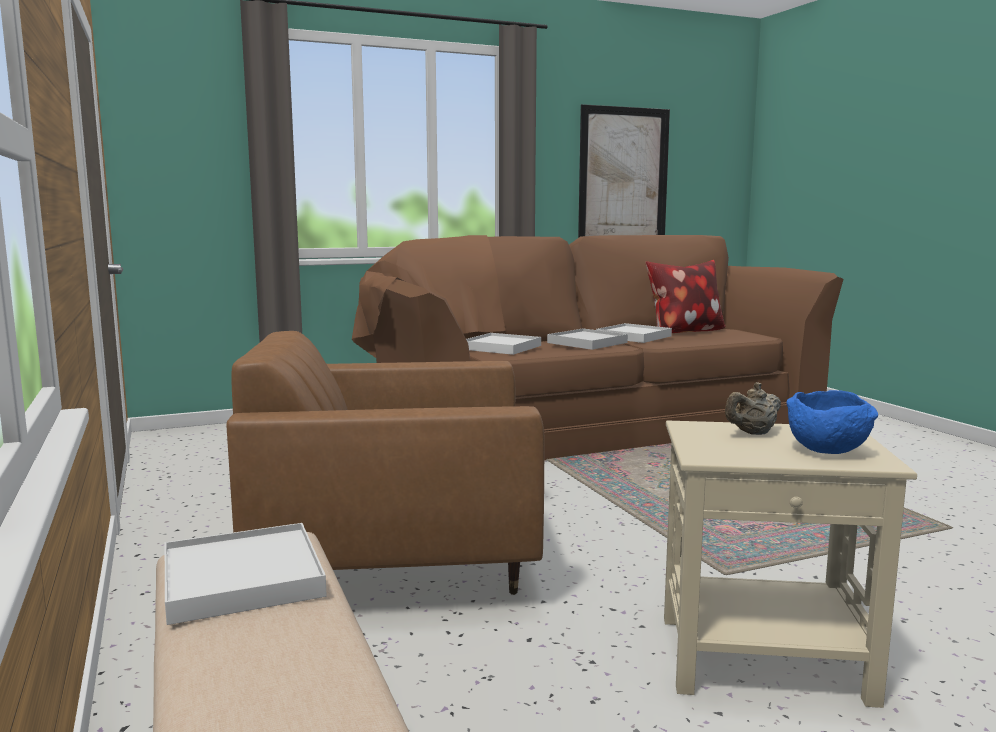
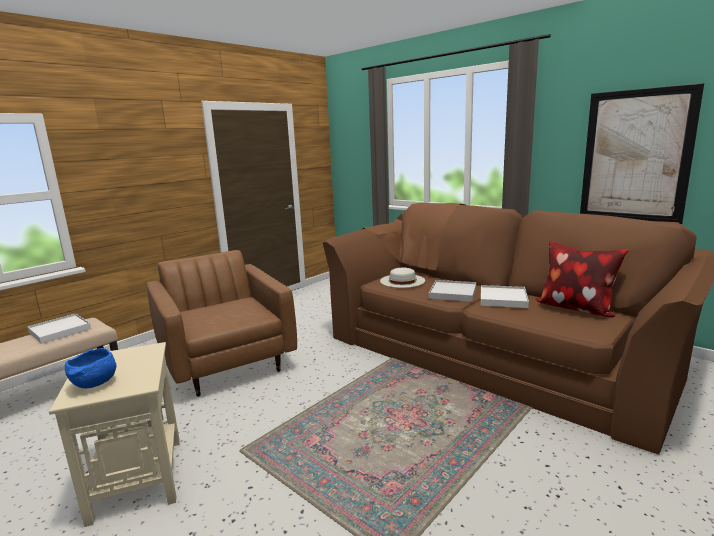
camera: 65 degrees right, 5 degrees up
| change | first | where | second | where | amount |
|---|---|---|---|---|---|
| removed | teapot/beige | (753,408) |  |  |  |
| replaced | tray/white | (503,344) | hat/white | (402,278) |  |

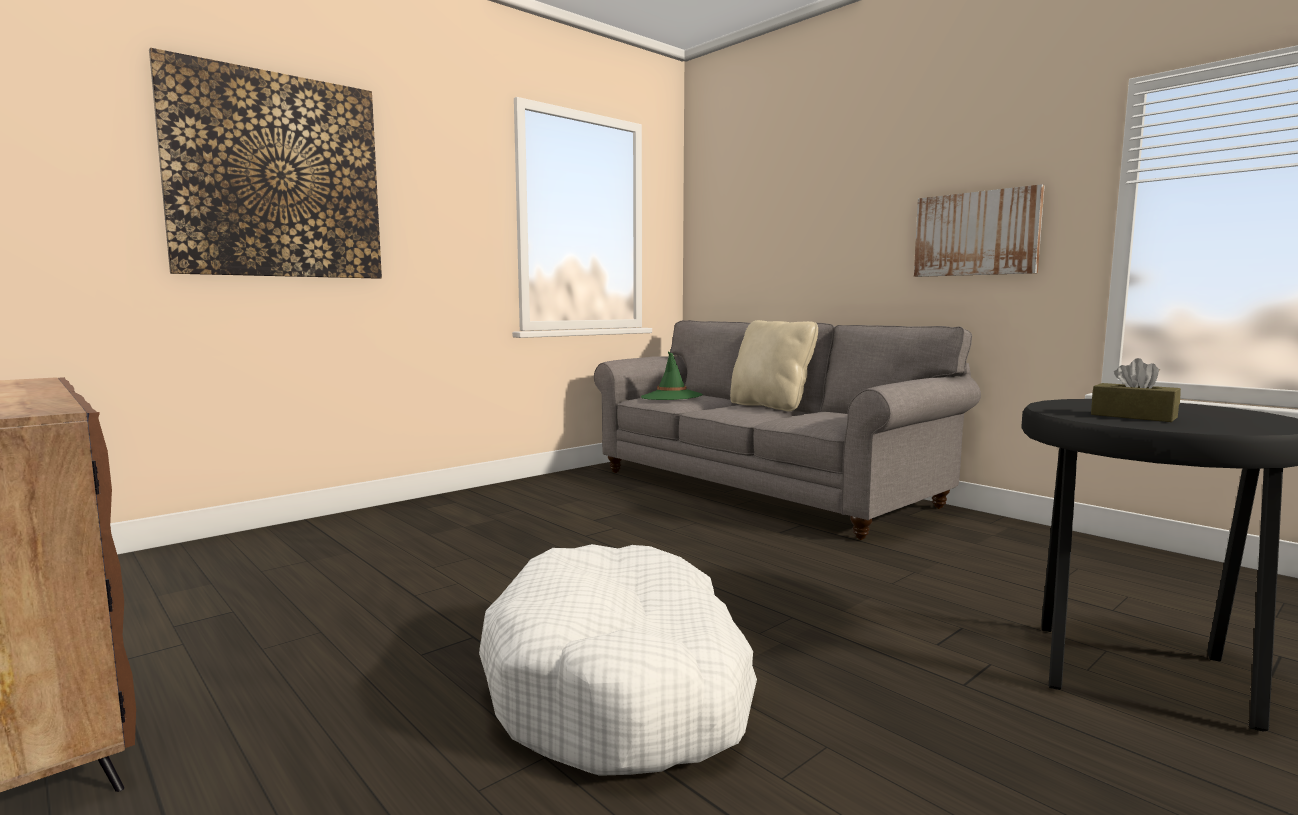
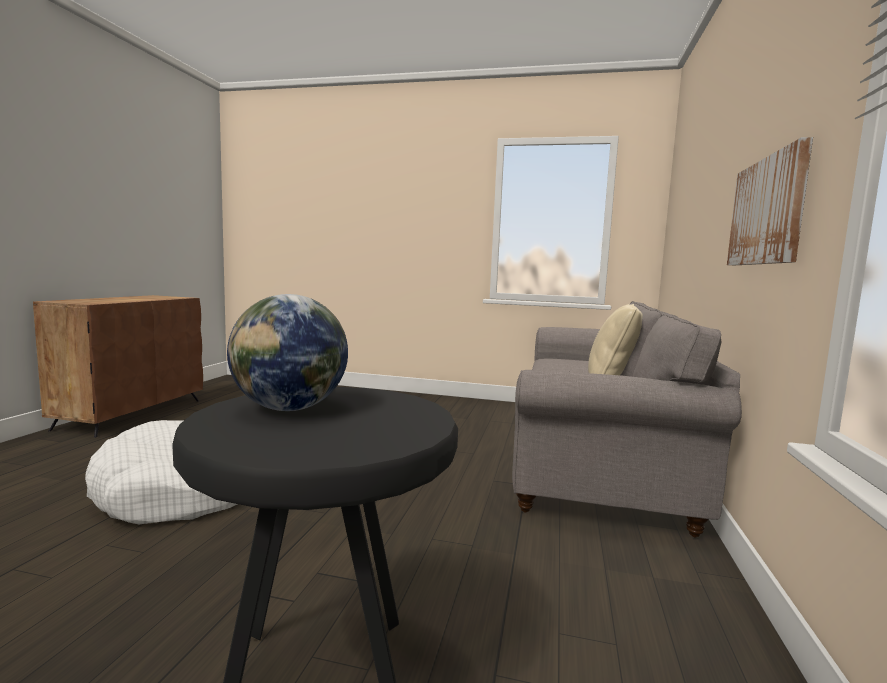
camera: 55 degrees right, 0 degrees up
| change | first | where | second | where | amount |
|---|---|---|---|---|---|
| removed | picture | (265,163) |  |  |  |
| removed | hat/green | (672,376) |  |  |  |
| replaced | tissue box/brown | (1136,390) | globe | (287,352) |  |

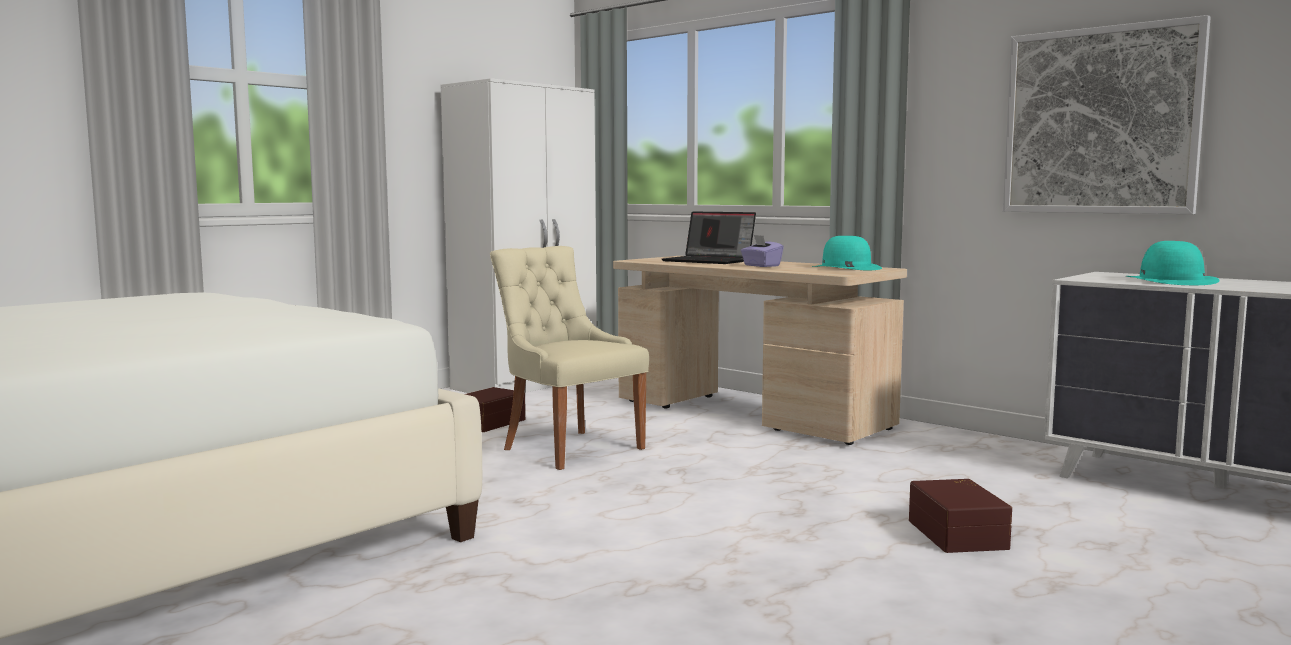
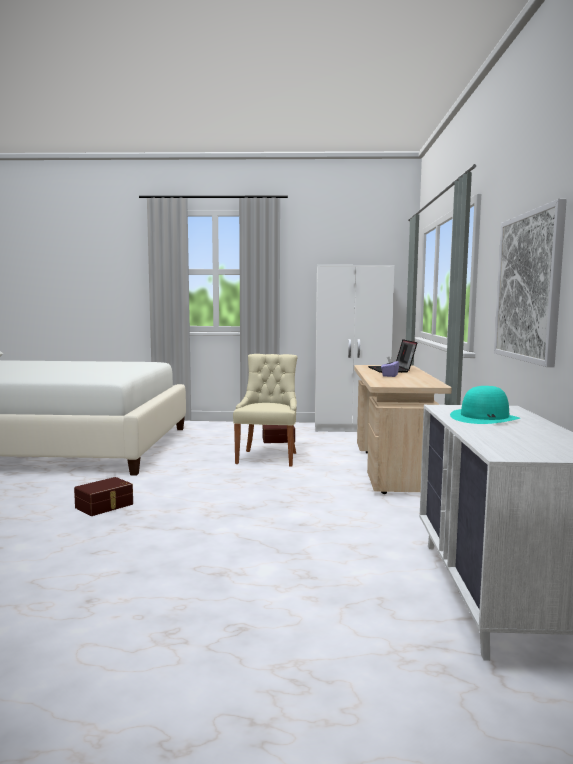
camera: 50 degrees right, 0 degrees up
| change | first | where | second | where | amount |
|---|---|---|---|---|---|
| removed | hat/turquoise | (847,253) |  |  |  |
| moved | storage box/brown | (960,516) |  | (103,496) |  |

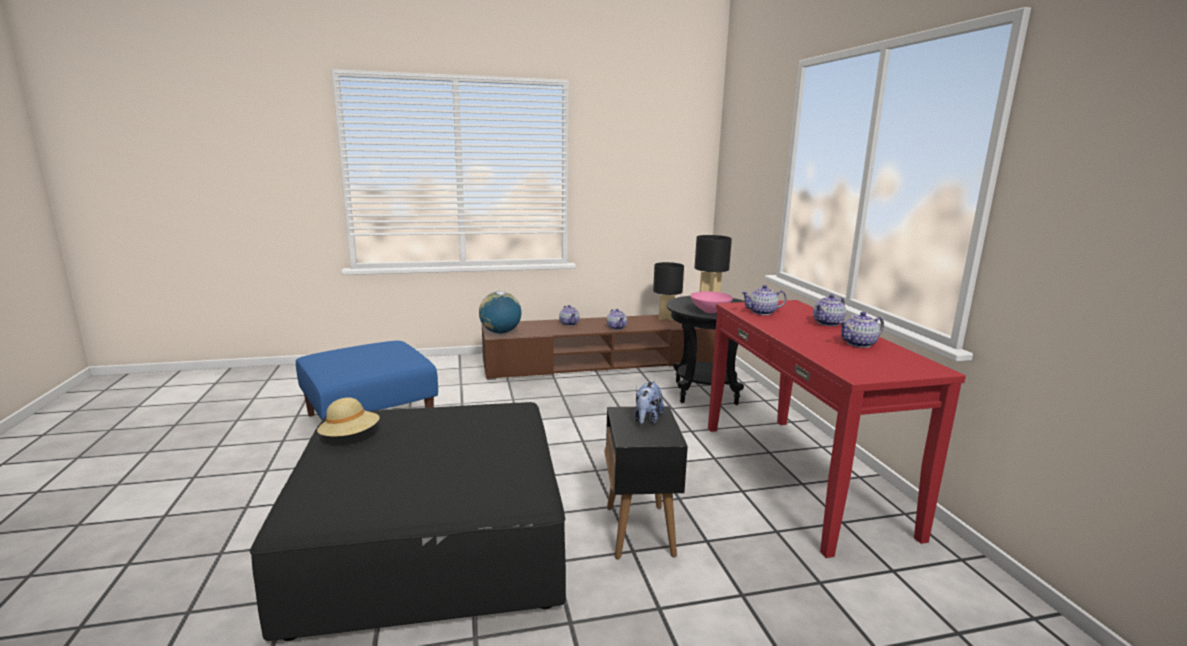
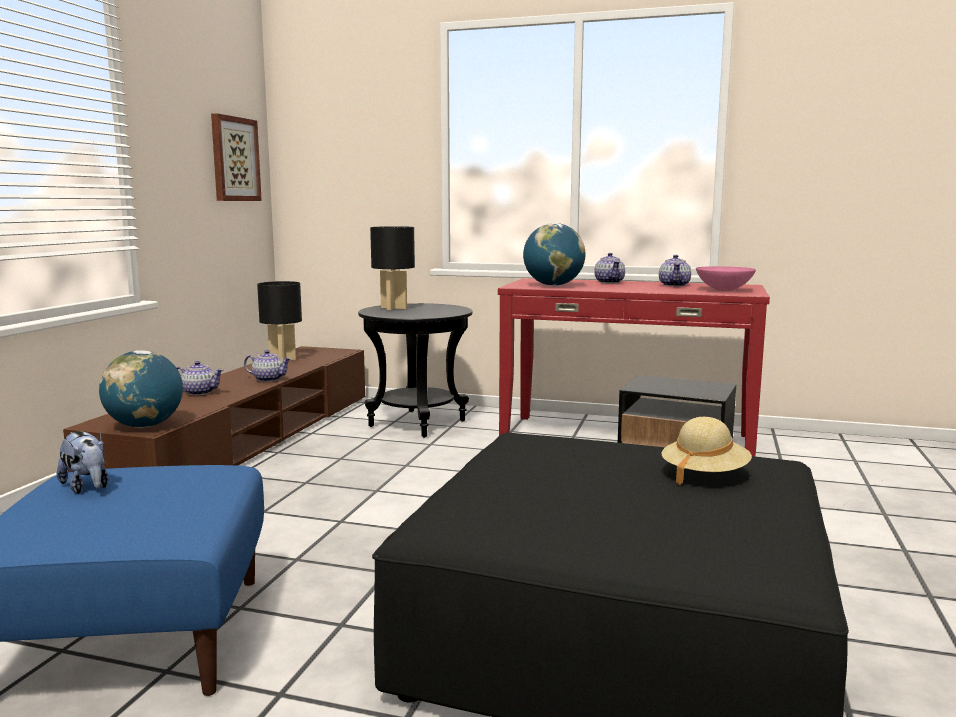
camera: 60 degrees left, 5 degrees down
| change | first | where | second | where | amount |
|---|---|---|---|---|---|
| added |  |  | picture | (236,157) |  |
| moved | hat/beige | (348,417) |  | (706,451) |  |
| moved | plush toy | (649,402) |  | (82,462) |  |
| moved | bowl/pink | (711,302) |  | (726,278) |  |
| replaced | teapot | (764,300) | globe | (554,254) |  |

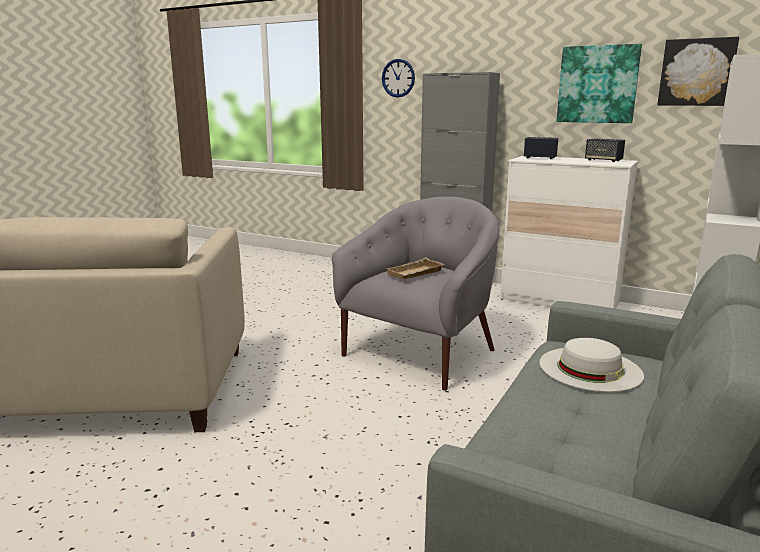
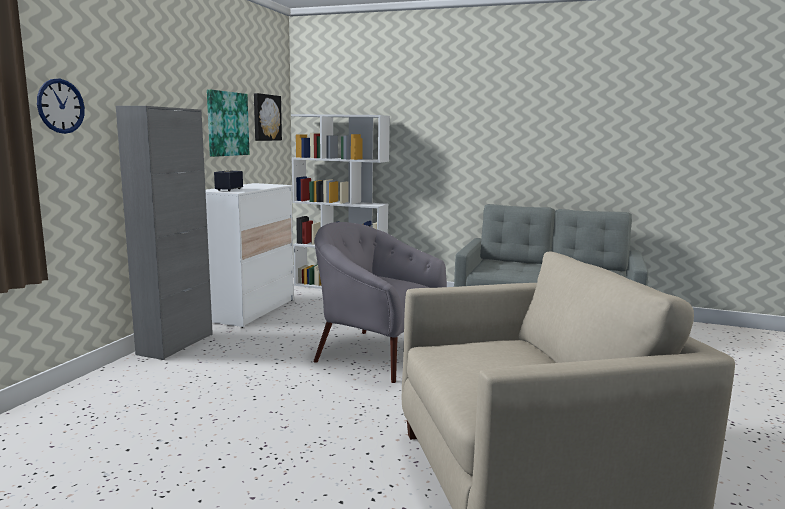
camera: 100 degrees left, 5 degrees down
| change | first | where | second | where | amount |
|---|---|---|---|---|---|
| removed | tray/beige | (415,268) |  |  |  |
| removed | hat/white | (592,365) |  |  |  |
| removed | speaker | (605,150) |  |  |  |

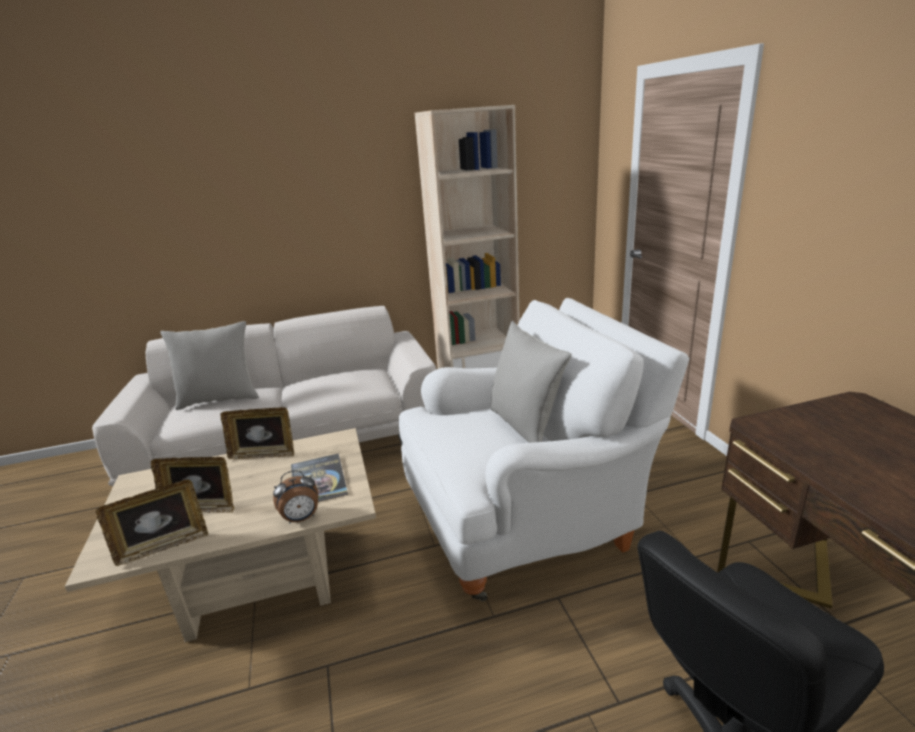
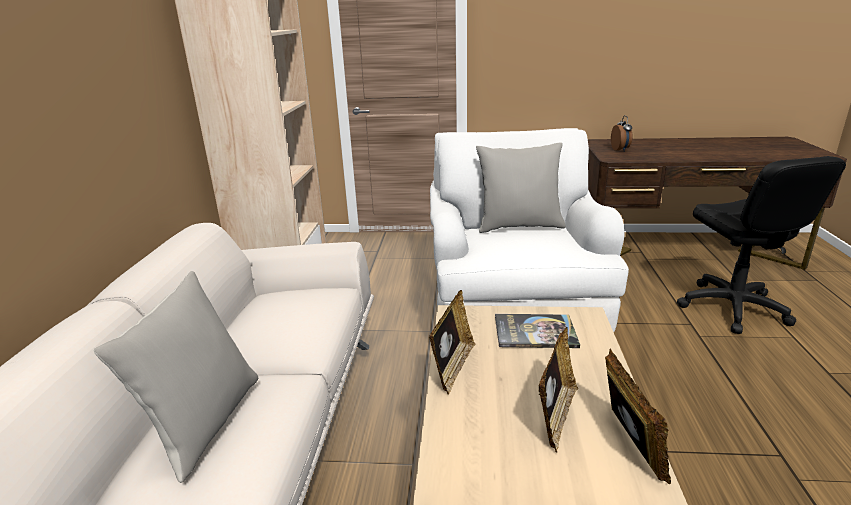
camera: 70 degrees left, 0 degrees up
| change | first | where | second | where | amount |
|---|---|---|---|---|---|
| moved | alarm clock | (295,496) |  | (622,133) |  |

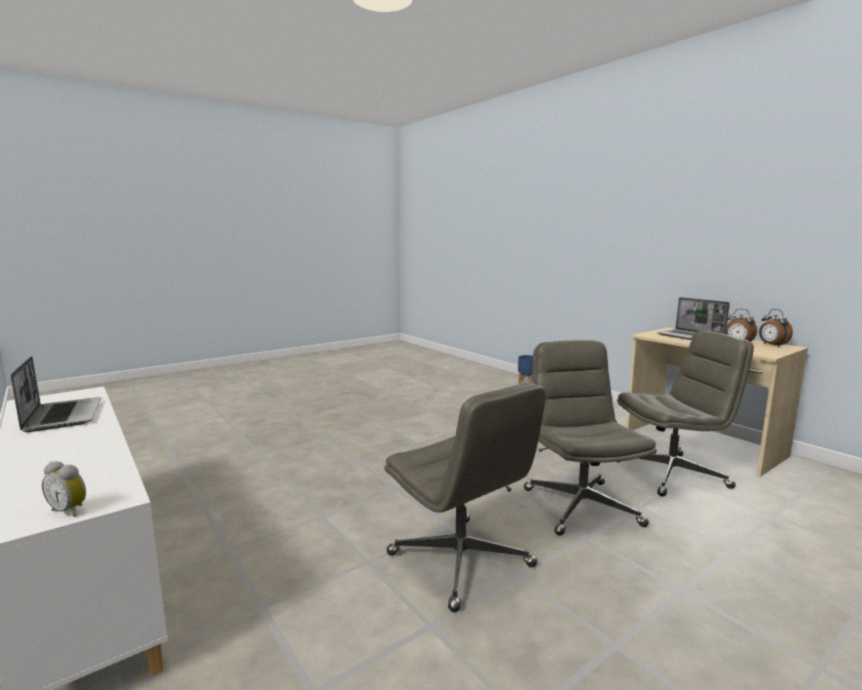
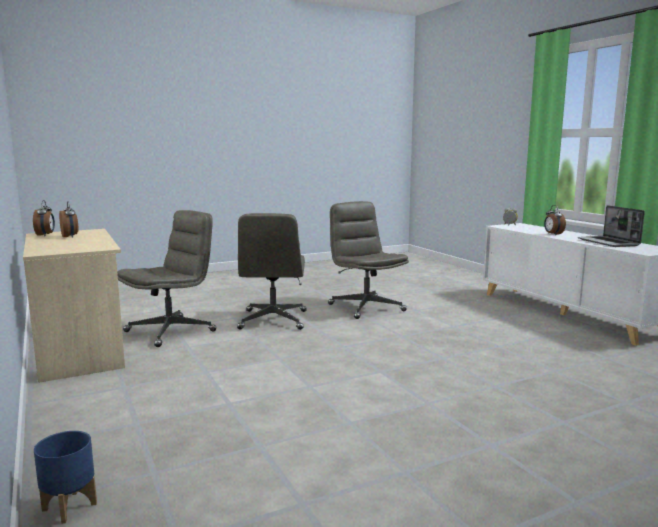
camera: 170 degrees left, 0 degrees up
| change | first | where | second | where | amount |
|---|---|---|---|---|---|
| removed | laptop | (693,318) |  |  |  |
| added |  |  | alarm clock | (555,220) |  |
| turned | office chair/grey | (685,414) |  | (167,278) | 135 degrees clockwise |

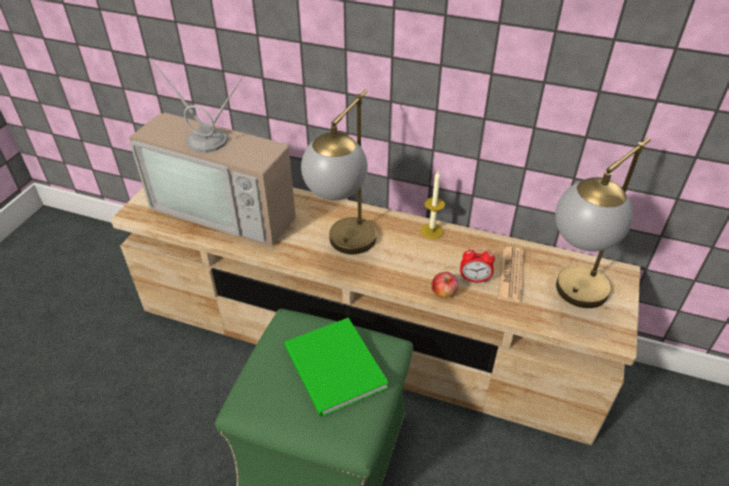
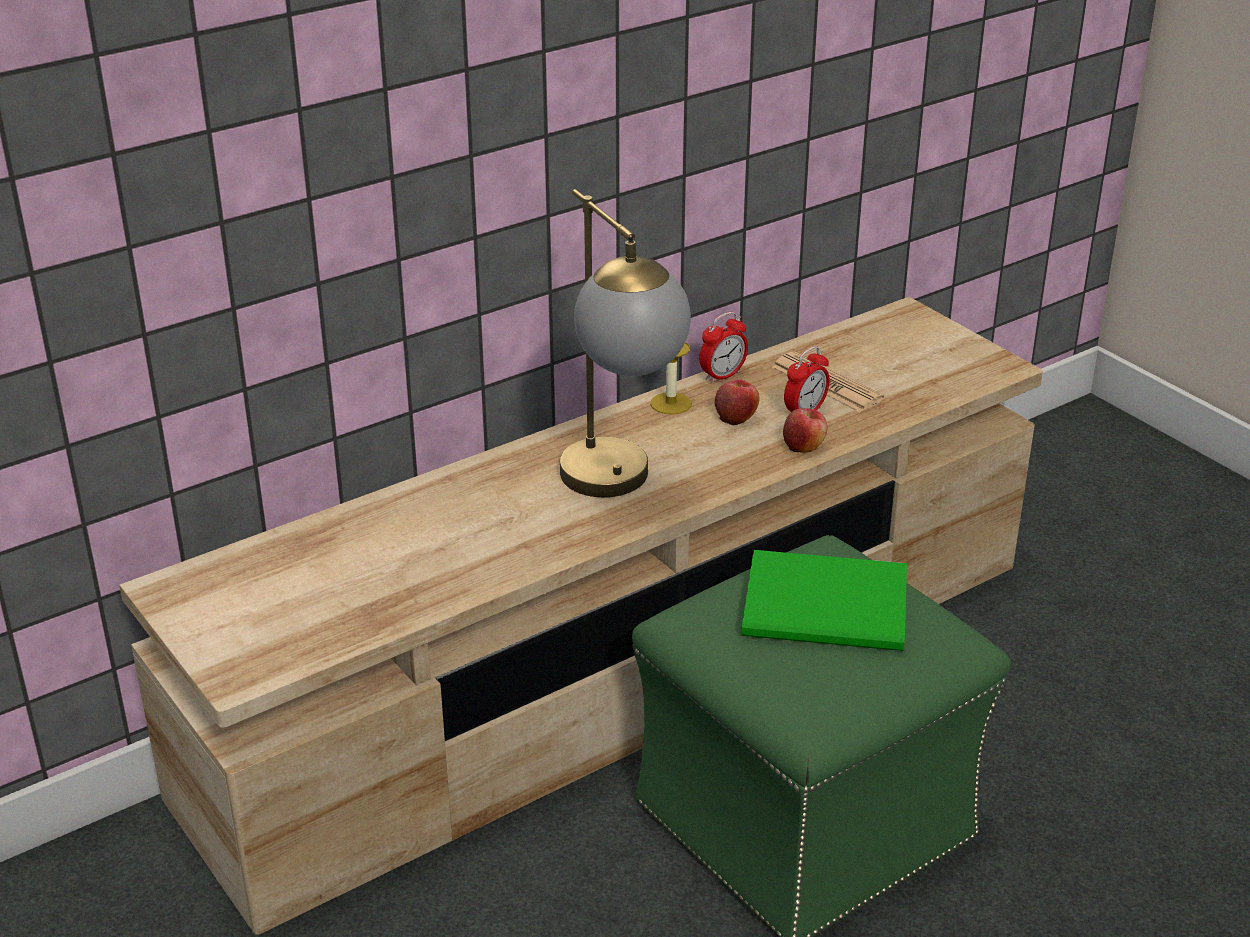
camera: 55 degrees left, 10 degrees down
| change | first | where | second | where | amount |
|---|---|---|---|---|---|
| removed | television | (212,152) |  |  |  |
| removed | table lamp | (603,223) |  |  |  |
| added |  |  | alarm clock | (723,348) |  |
| added |  |  | apple | (737,402) |  |

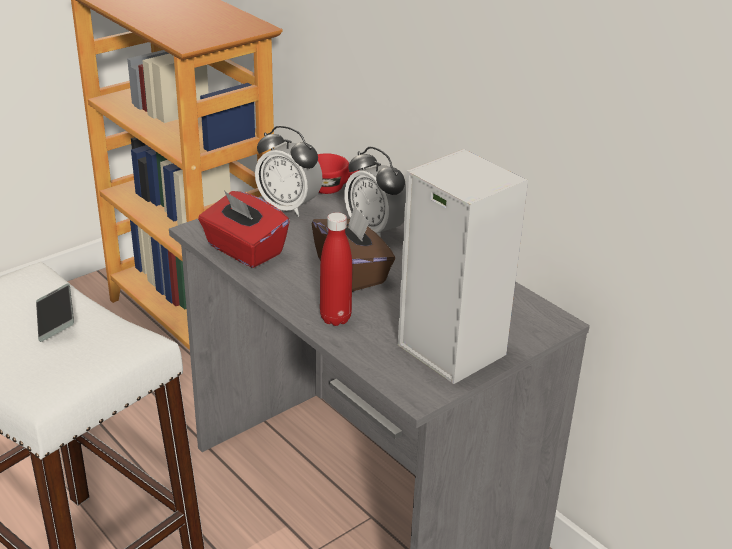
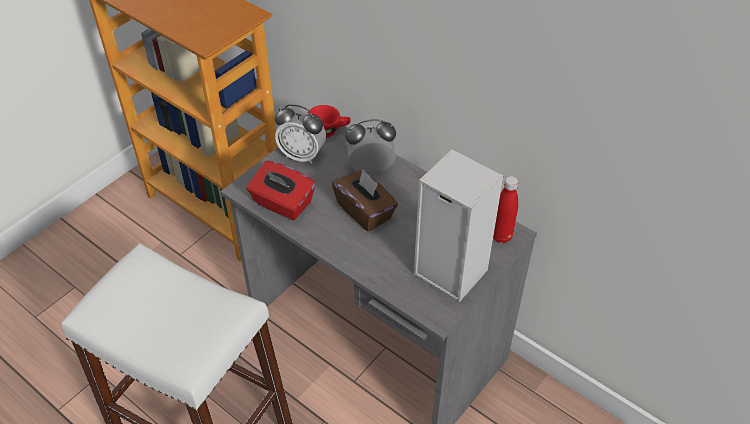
camera: 10 degrees left, 15 degrees up
| change | first | where | second | where | amount |
|---|---|---|---|---|---|
| removed | phone | (55,312) |  |  |  |
| moved | bottle/red | (336,269) |  | (505,209) |  |
| turned | alarm clock | (375,192) |  | (370,147) | 135 degrees clockwise |

